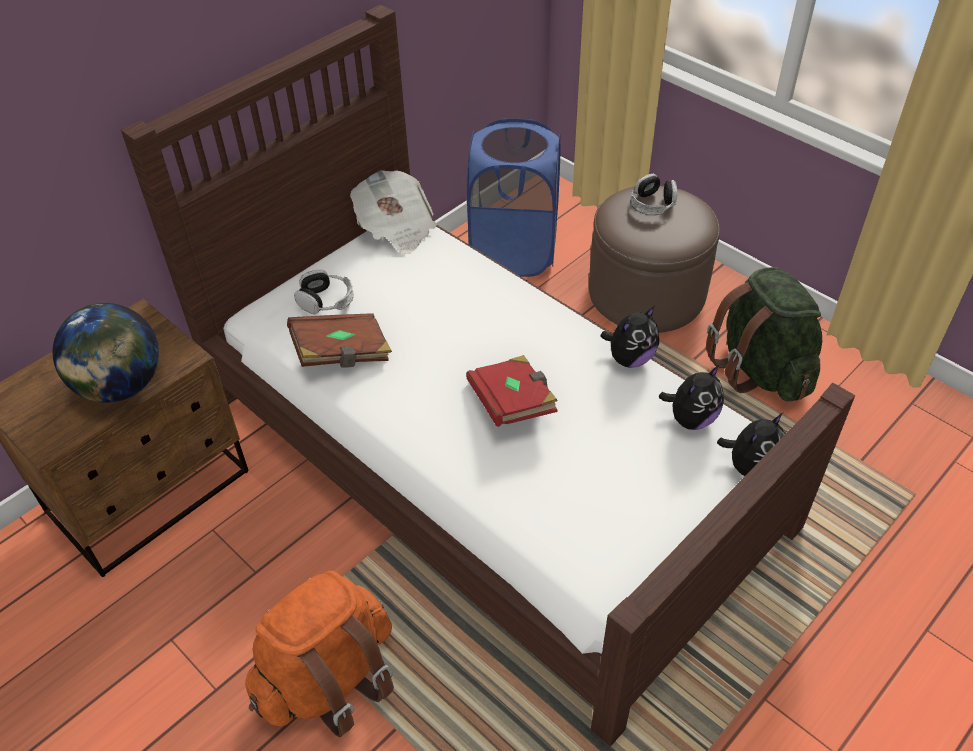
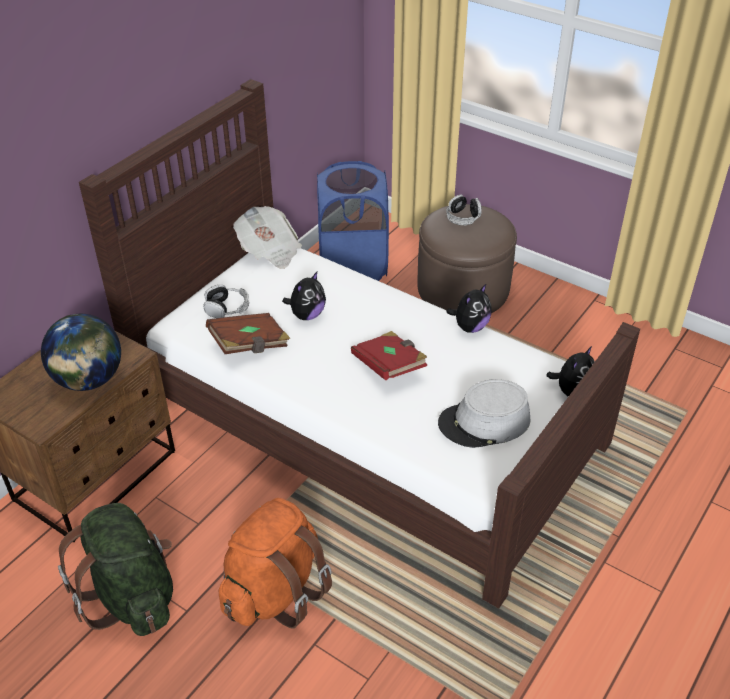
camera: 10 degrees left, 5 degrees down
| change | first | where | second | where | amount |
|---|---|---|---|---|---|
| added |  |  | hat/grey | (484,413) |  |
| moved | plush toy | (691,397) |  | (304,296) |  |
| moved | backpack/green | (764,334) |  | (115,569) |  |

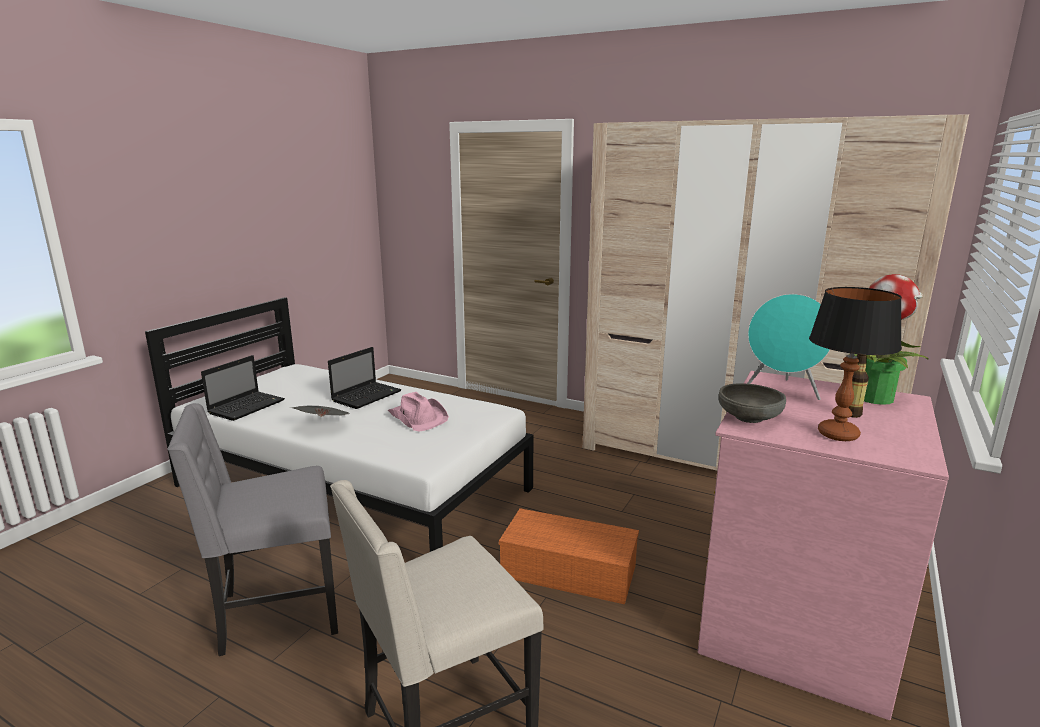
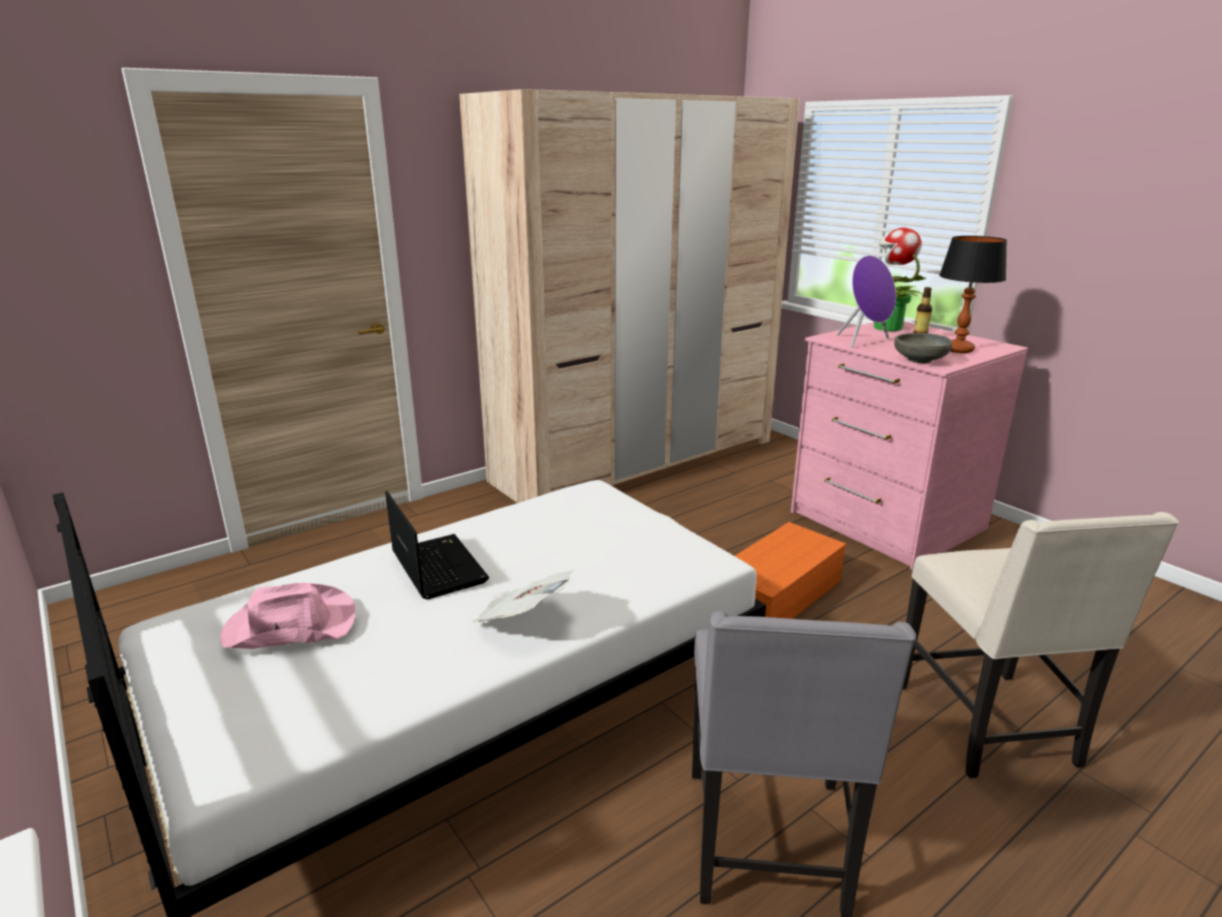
camera: 65 degrees left, 5 degrees up
| change | first | where | second | where | amount |
|---|---|---|---|---|---|
| removed | laptop | (243,388) |  |  |  |
| moved | hat/pink | (418,412) |  | (288,616) |  |
| recoloured | speaker/turquoise | (788,347) | speaker/purple | (866,302) |  |

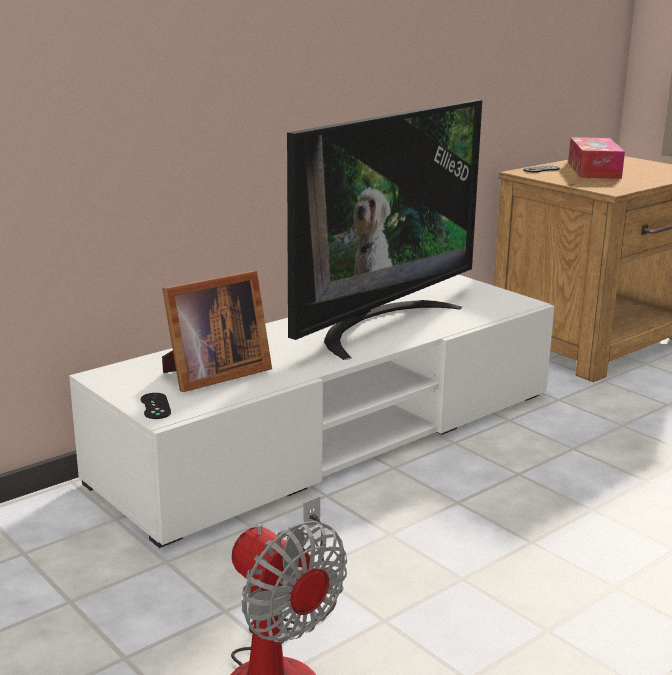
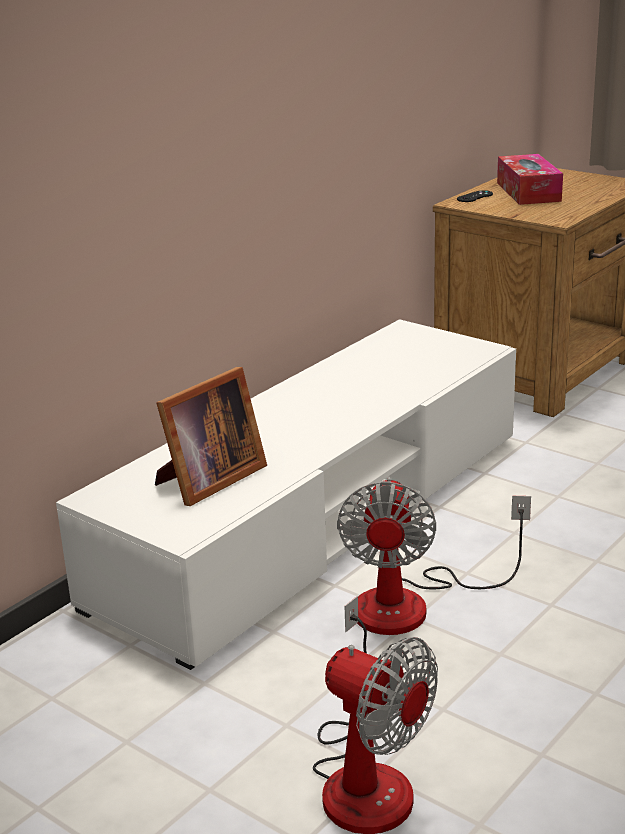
camera: 10 degrees left, 5 degrees up
| change | first | where | second | where | amount |
|---|---|---|---|---|---|
| removed | game controller/black | (156,406) |  |  |  |
| removed | television | (384,229) |  |  |  |
| added |  |  | fan | (434,556) |  |

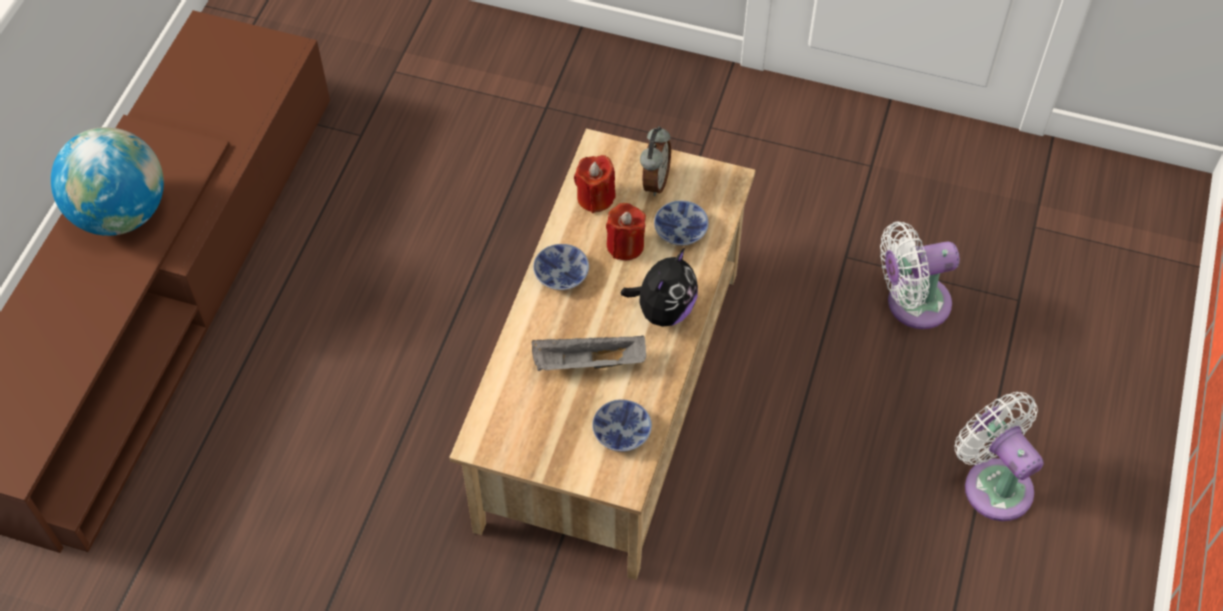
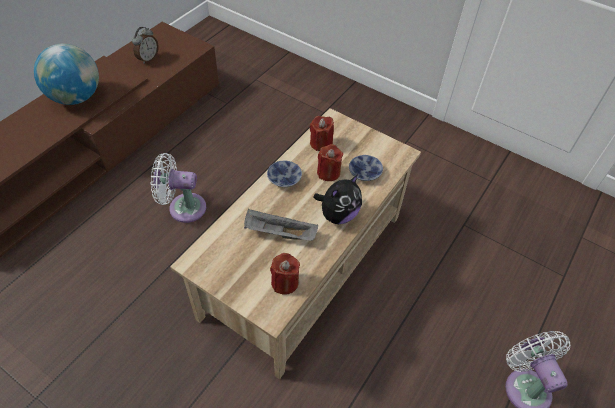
camera: 15 degrees right, 5 degrees down
| change | first | where | second | where | amount |
|---|---|---|---|---|---|
| moved | alarm clock | (655,161) |  | (145,45) |  |
| moved | fan/white | (920,275) |  | (178,188) |  |
| replaced | bowl | (622,425) | candle/red | (285,274) |  |

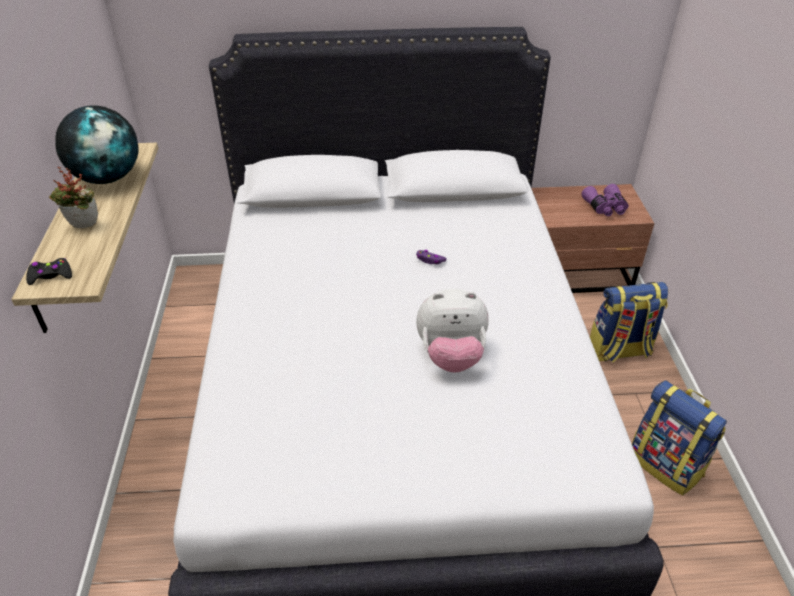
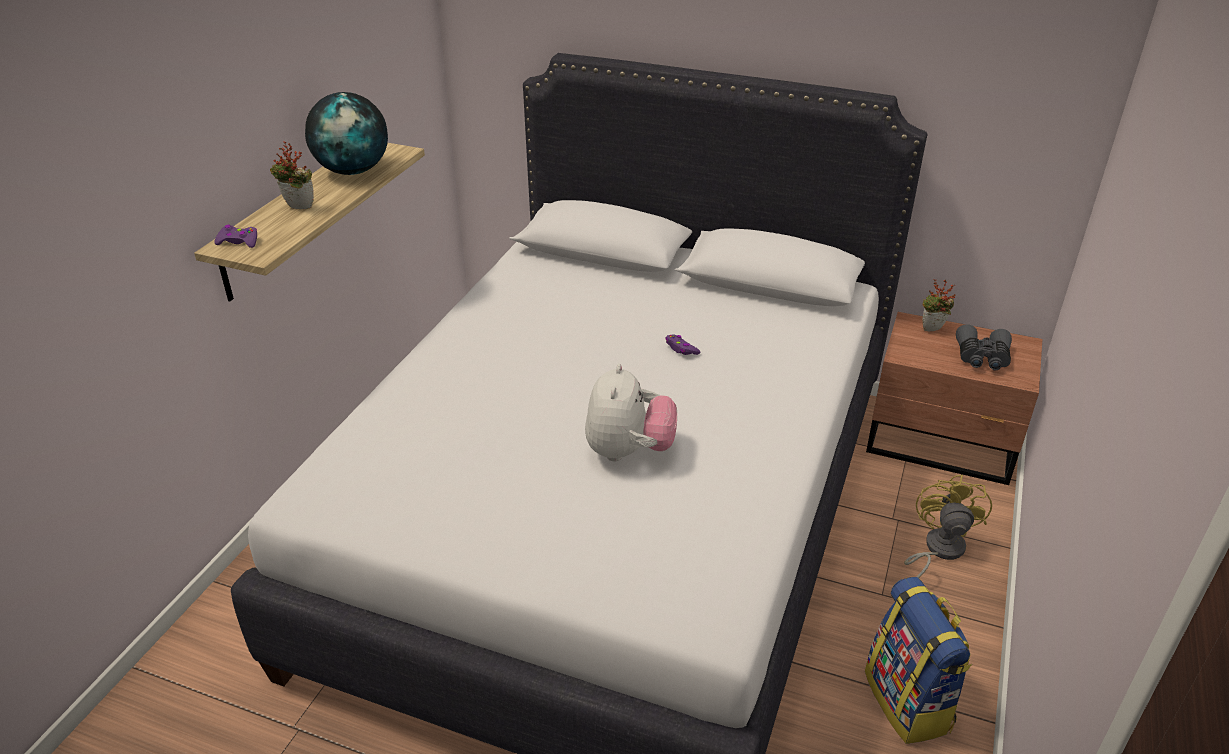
camera: 25 degrees right, 5 degrees down
| change | first | where | second | where | amount |
|---|---|---|---|---|---|
| added |  |  | potted plant | (938,305) |  |
| replaced | backpack | (629,322) | fan/yellow | (948,526) |  |
| recoloured | game controller/black | (49,271) | game controller/purple | (235,236) |  |
| recoloured | binoculars/purple | (605,200) | binoculars/grey | (984,347) |  |
| turned | plush toy | (452,330) |  | (631,412) | 105 degrees counterclockwise |

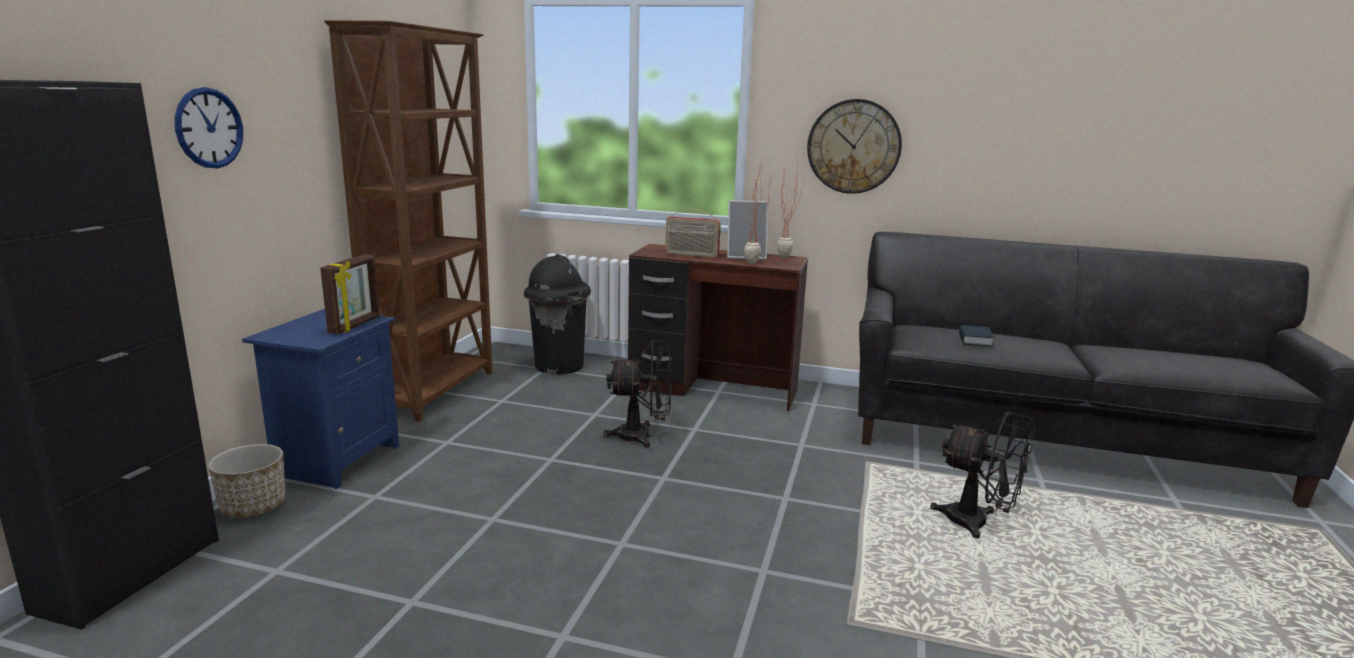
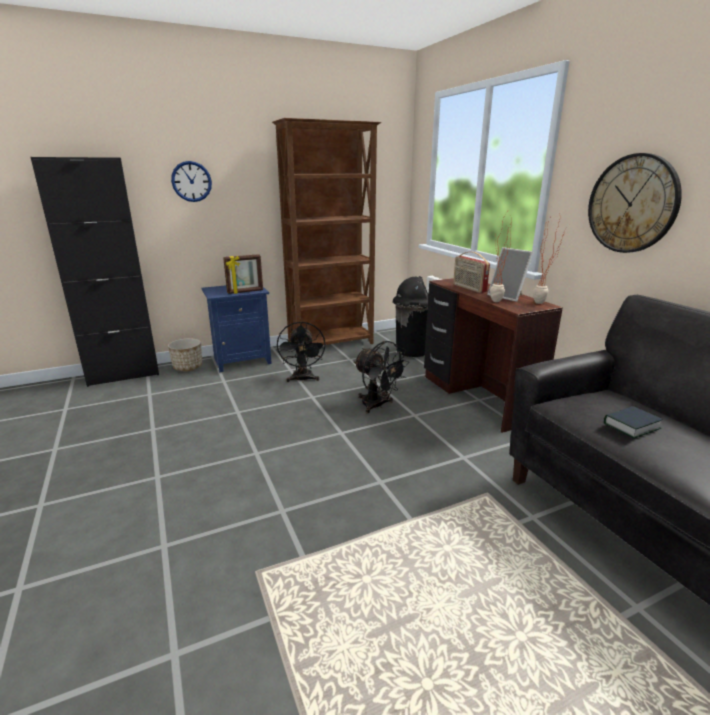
camera: 50 degrees right, 5 degrees up
| change | first | where | second | where | amount |
|---|---|---|---|---|---|
| moved | fan/black | (982,475) |  | (301,351) |  |

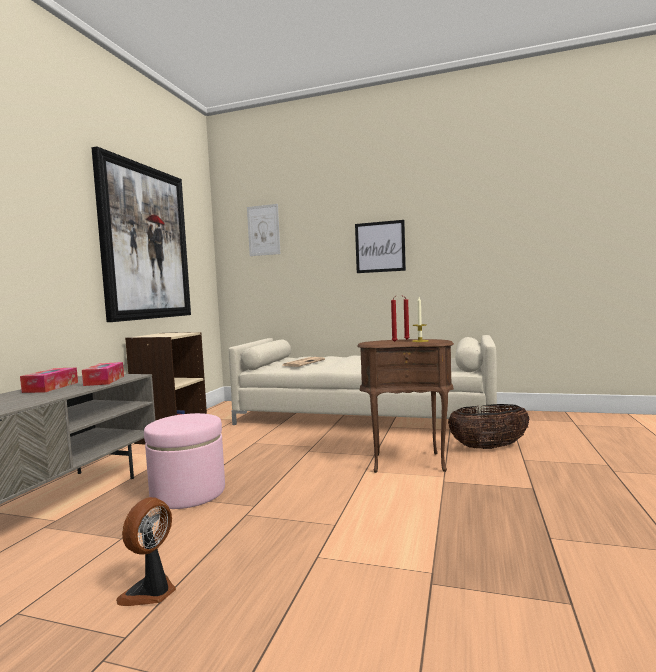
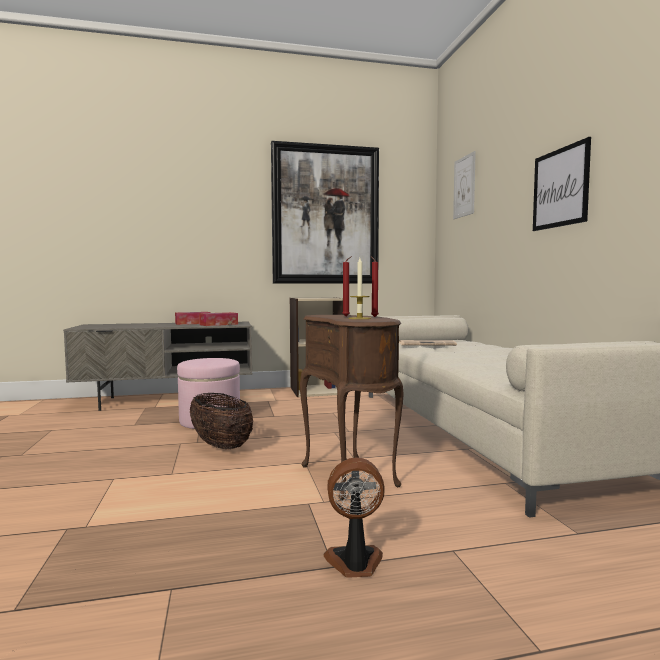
camera: 60 degrees right, 0 degrees up
| change | first | where | second | where | amount |
|---|---|---|---|---|---|
| moved | fan | (146,551) |  | (354,517) |  |
| moved | basket | (488,426) |  | (221,421) |  |

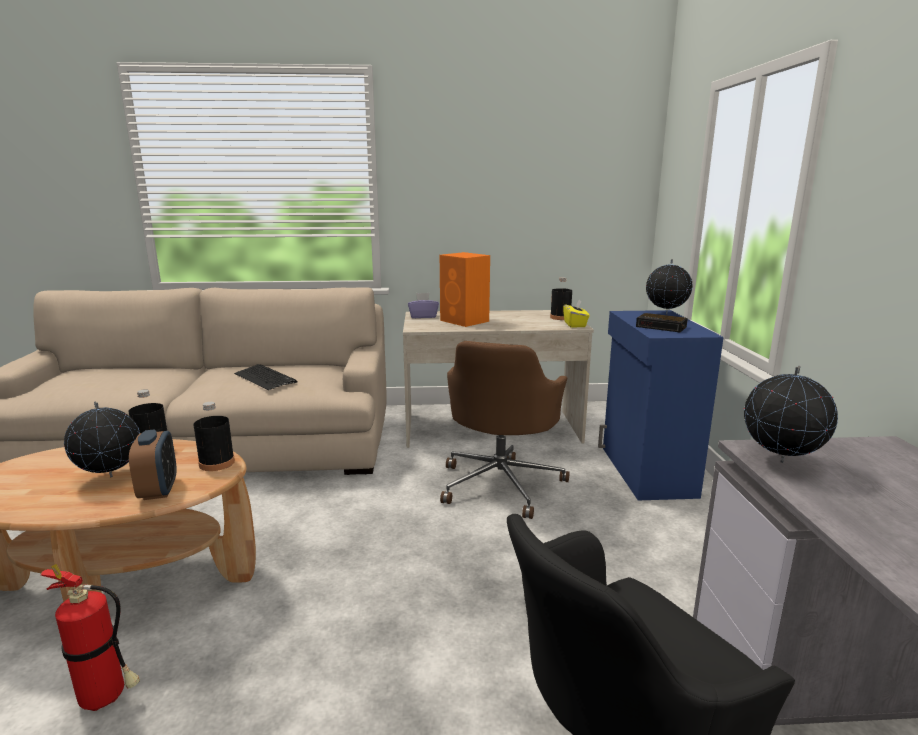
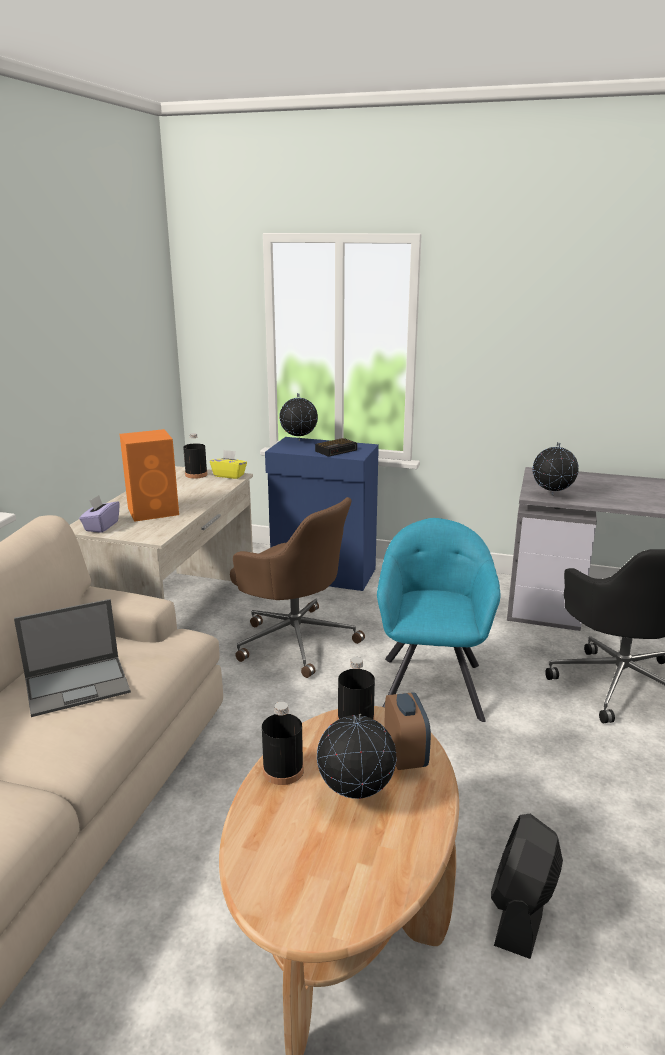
camera: 70 degrees left, 5 degrees up
| change | first | where | second | where | amount |
|---|---|---|---|---|---|
| added |  |  | armchair/turquoise | (438,620) |  |
| replaced | fire extinguisher | (90,637) | fan/black | (527,886) |  |
| replaced | keyboard | (266,377) | laptop | (72,658) |  |
| turned | alarm clock | (153,464) |  | (408,731) | 75 degrees clockwise |

